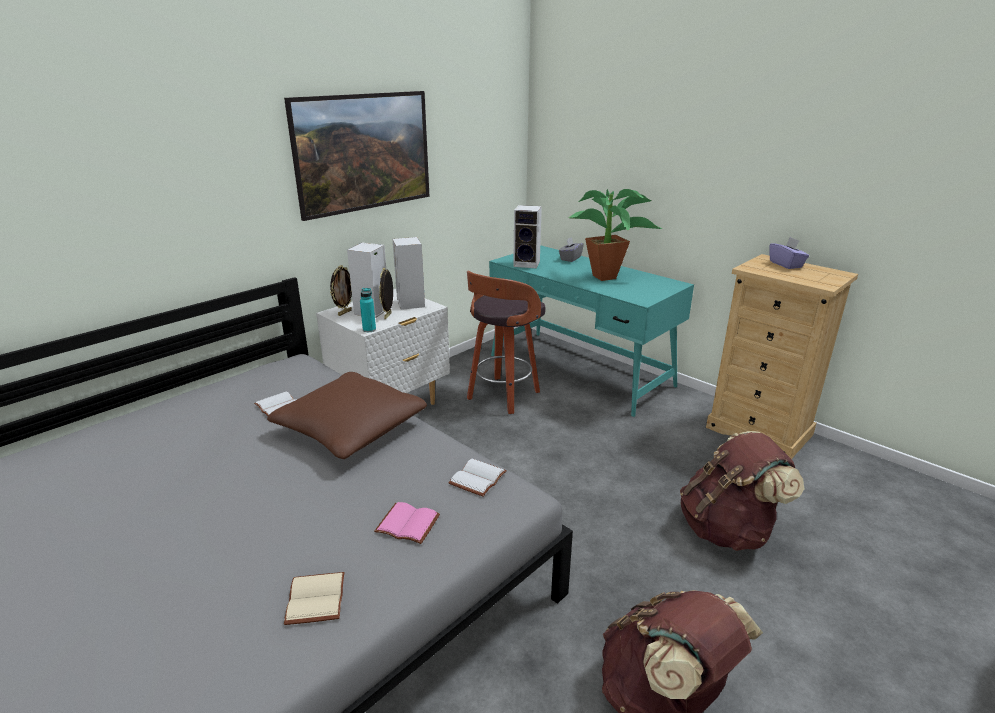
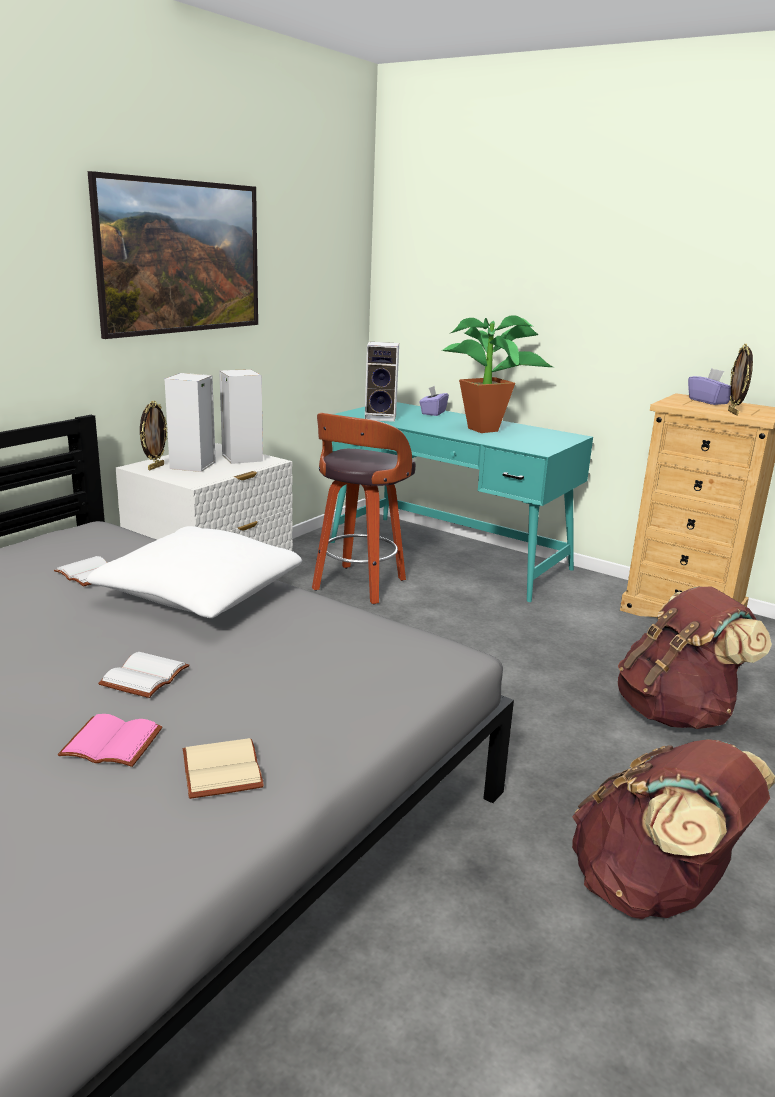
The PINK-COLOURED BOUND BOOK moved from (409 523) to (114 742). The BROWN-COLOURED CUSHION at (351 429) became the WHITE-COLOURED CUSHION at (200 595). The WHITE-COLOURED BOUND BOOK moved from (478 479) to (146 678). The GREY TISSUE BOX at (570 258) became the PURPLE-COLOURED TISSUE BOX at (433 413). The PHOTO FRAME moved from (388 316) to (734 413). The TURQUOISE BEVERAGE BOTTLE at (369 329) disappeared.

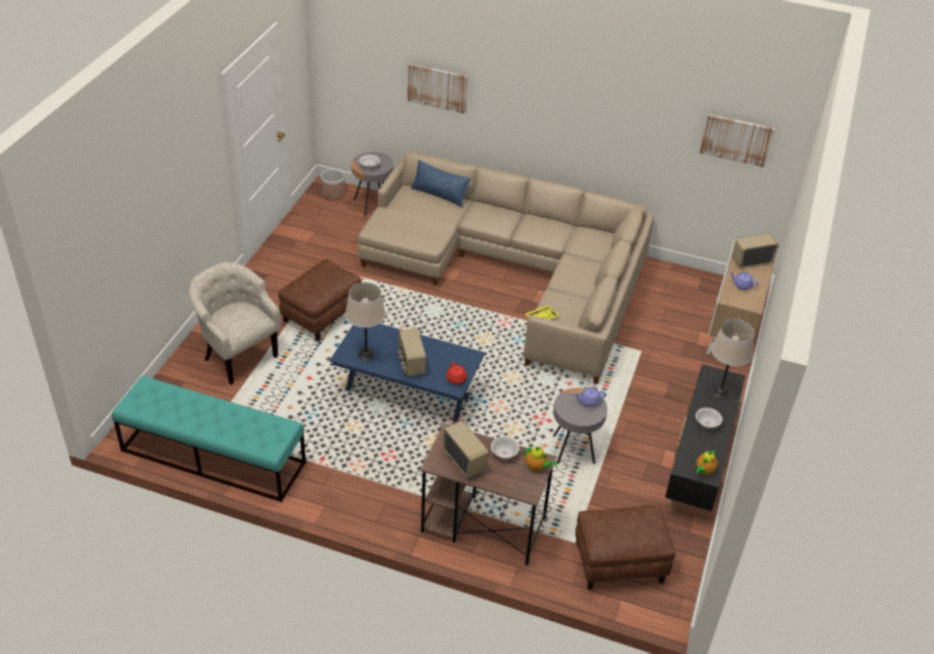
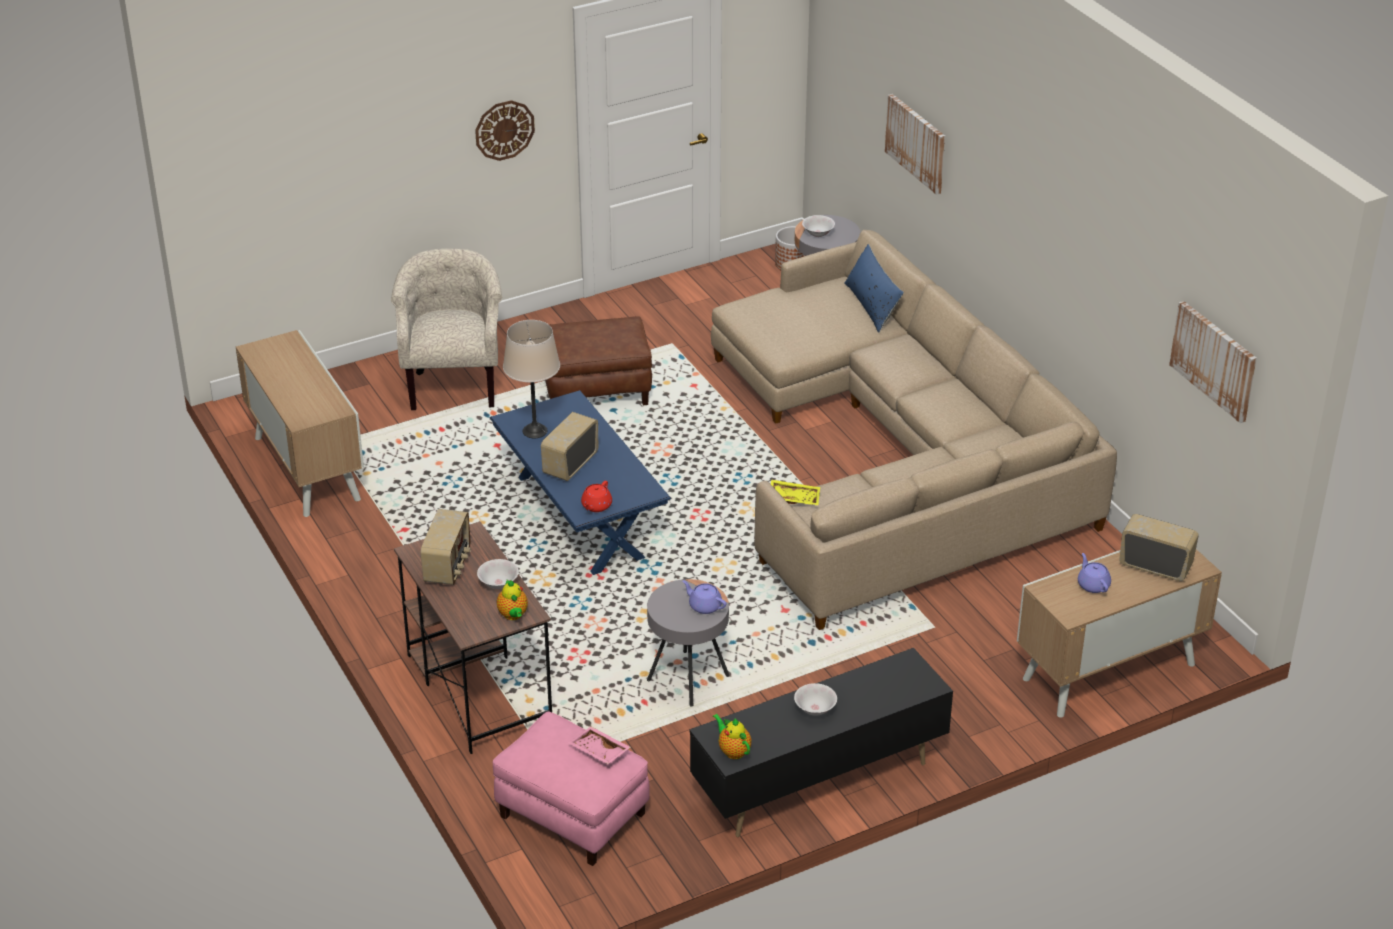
The TURQUOISE INDOOR BENCH at (213 456) was replaced by the STORAGE CABINET at (305 468). The CLOCK ON THE WALL at (504 130) appeared. The BROWN-COLOURED FOOTREST at (619 563) became the PINK-COLOURED FOOTREST at (571 815). The PINK-COLOURED TRAY at (598 752) appeared. The TEA POT at (704 471) turned 60 degrees clockwise. The BEIGE-COLOURED TABLE LAMP at (720 392) disappeared.

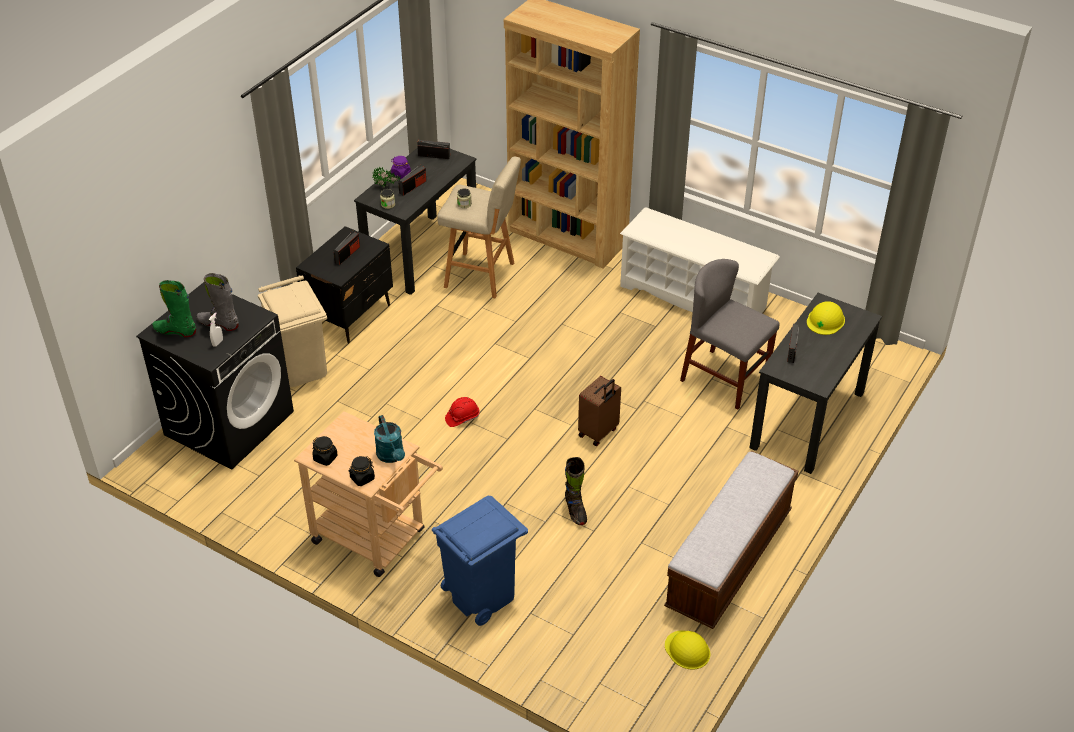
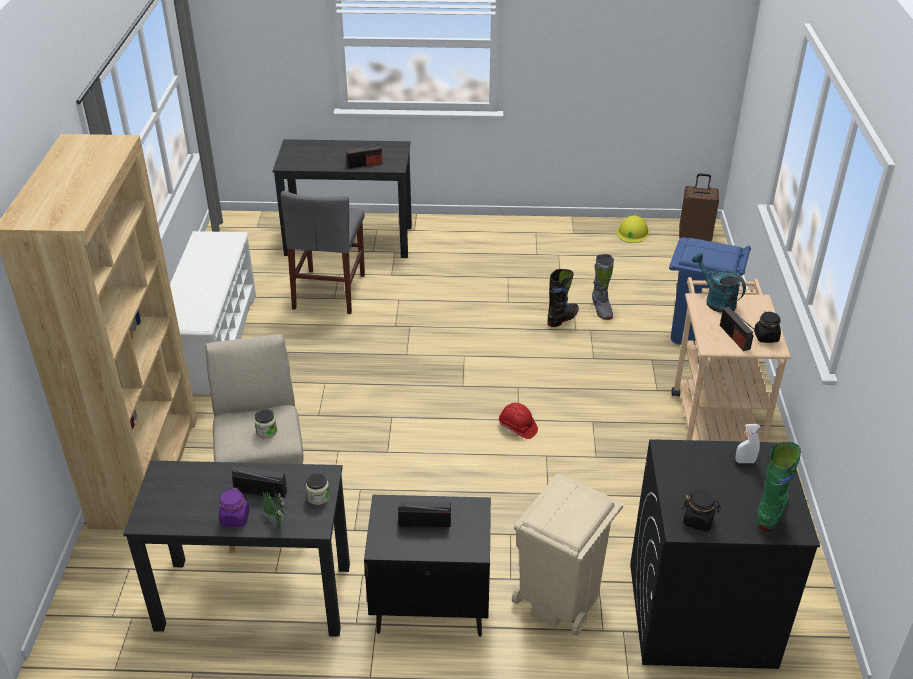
The GREY HIGH-TOP BOOT moved from (218 324) to (601 310). The BROWN-COLOURED SUITCASE moved from (599 433) to (695 238). The BLACK PRESERVE JAR moved from (362 478) to (698 521). The TURQUOISE SPRINKLING CAN at (392 456) turned 75 degrees counterclockwise. The RADIO SET moved from (434 156) to (734 337). The GREEN HIGH-TOP BOOT at (175 331) turned 135 degrees counterclockwise. The INDOOR BENCH at (728 560) disappeared. The YELLOW WORK HELMET at (825 320) disappeared.

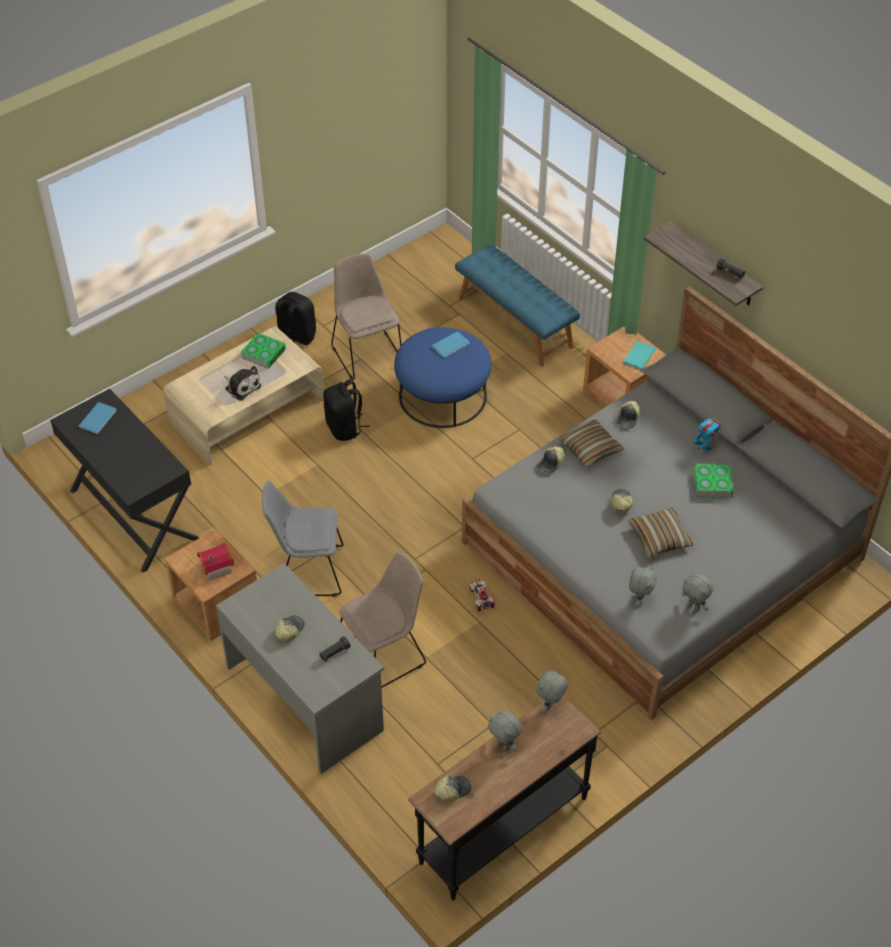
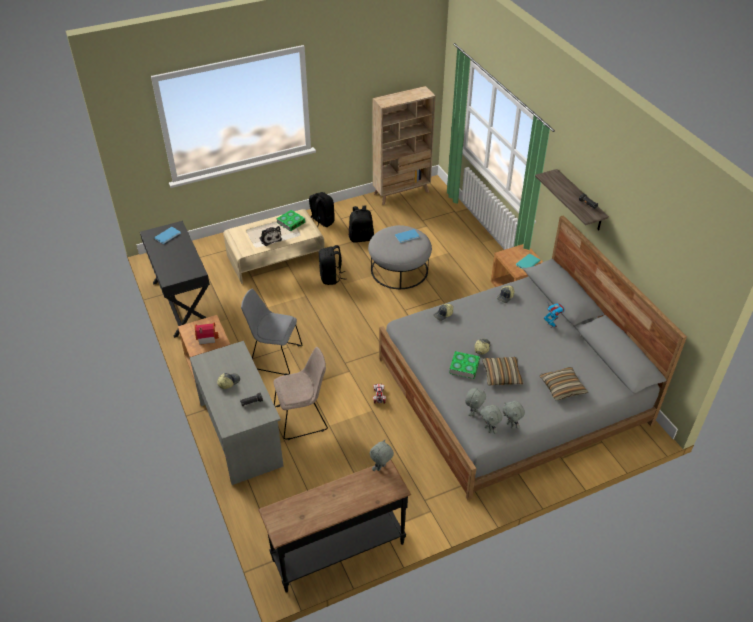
The BEIGE-COLOURED CHAIR at (367 353) was replaced by the BLACK BACKPACK at (361 238). The BLUE-COLOURED FOOTREST at (443 395) became the GREY FOOTREST at (399 270). The BEIGE-COLOURED SHELVING UNIT at (402 193) appeared. The BOUND BOOK moved from (712 483) to (464 367). The GREY CUDDLY TOY moved from (504 745) to (489 429). The CUSHION moved from (590 449) to (562 387). The BASEBALL CAP at (452 790) disappeared. The BLUE-COLOURED INDOOR BENCH at (515 322) disappeared.

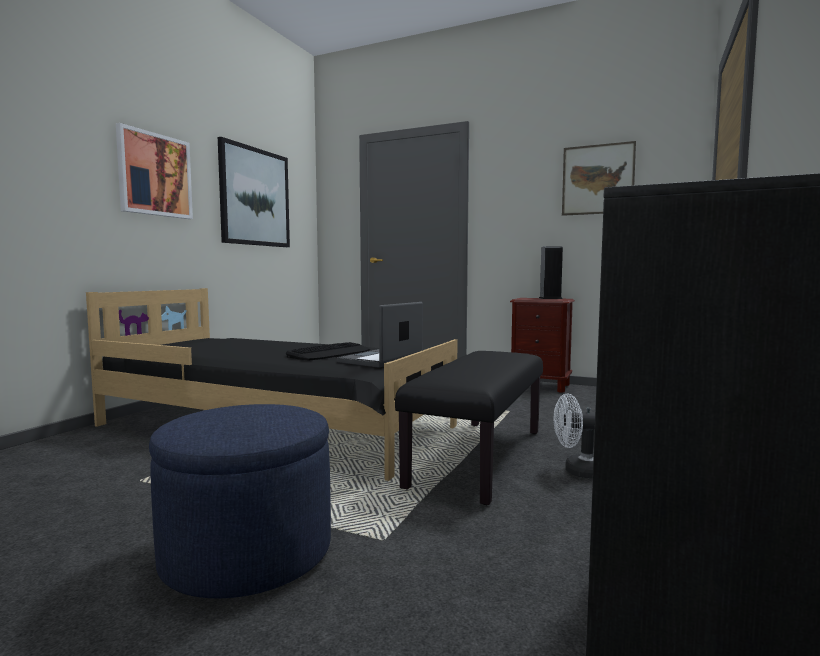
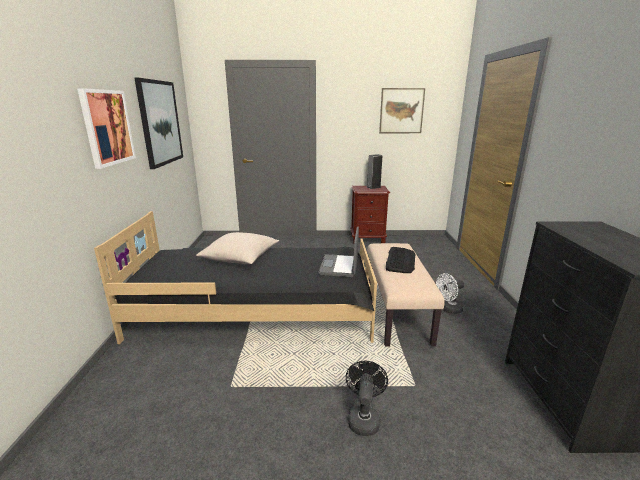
The BEIGE-COLOURED CUSHION at (240 258) appeared. The BLUE-COLOURED FOOTREST at (247 553) was replaced by the BLACK COOLING FAN at (364 418). The BLACK INDOOR BENCH at (478 456) became the BEIGE-COLOURED INDOOR BENCH at (395 310). The KEYBOARD moved from (329 353) to (400 260).

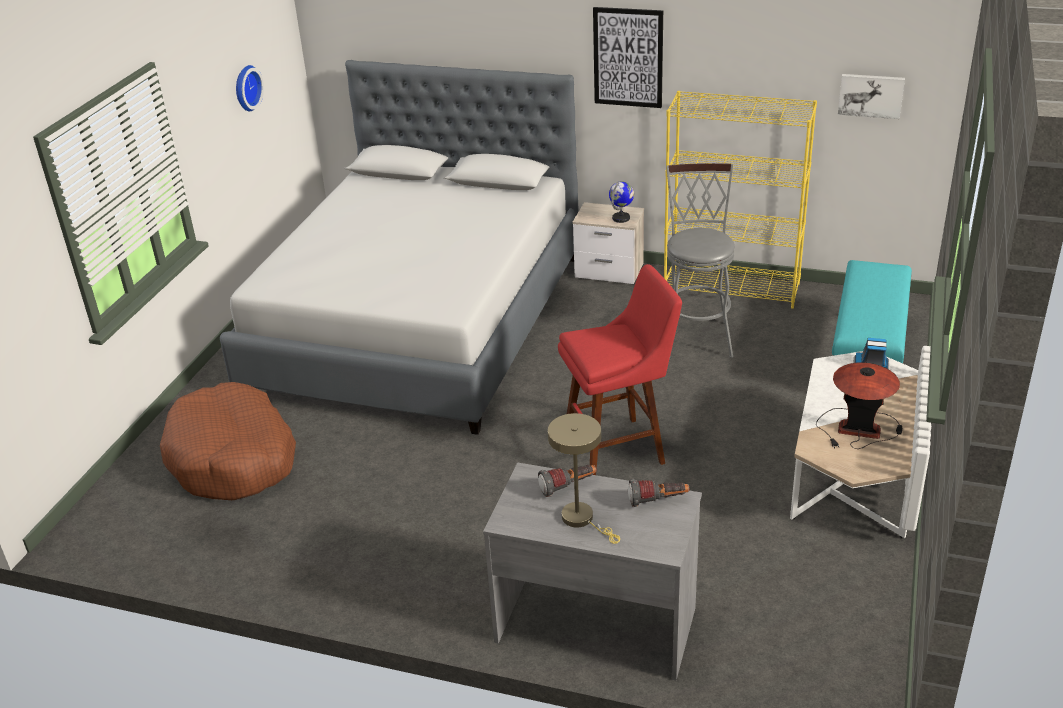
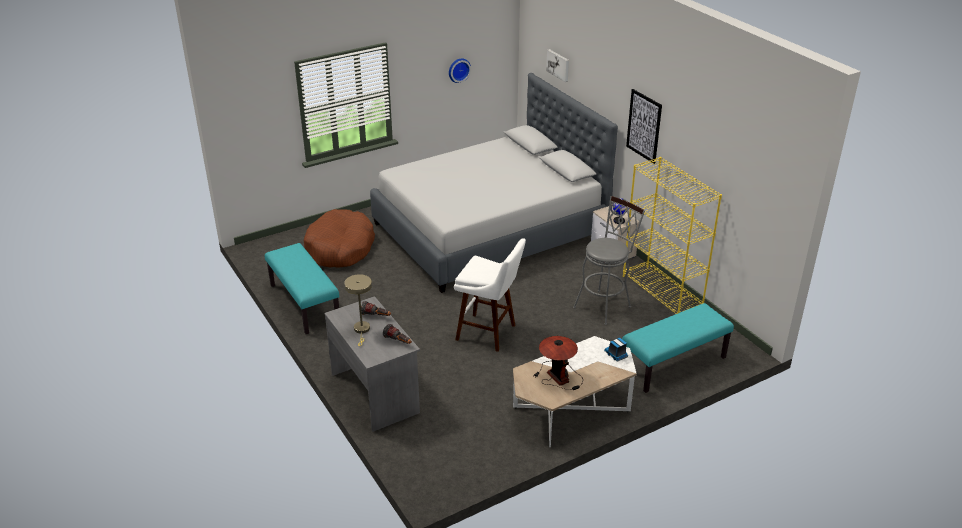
The TURQUOISE INDOOR BENCH at (303 304) appeared. The RED-COLOURED STOOL SEAT at (620 448) became the WHITE-COLOURED STOOL SEAT at (489 333). The WALL PICTURE moved from (871 95) to (558 65).

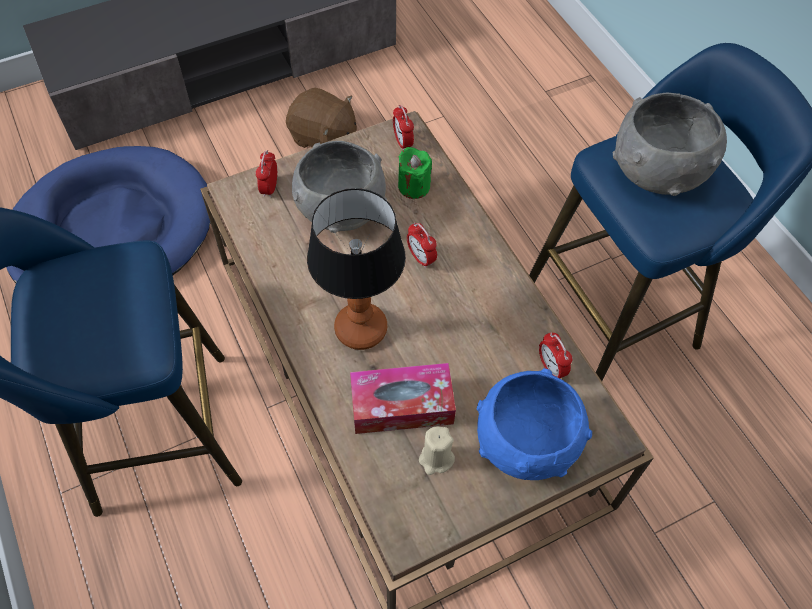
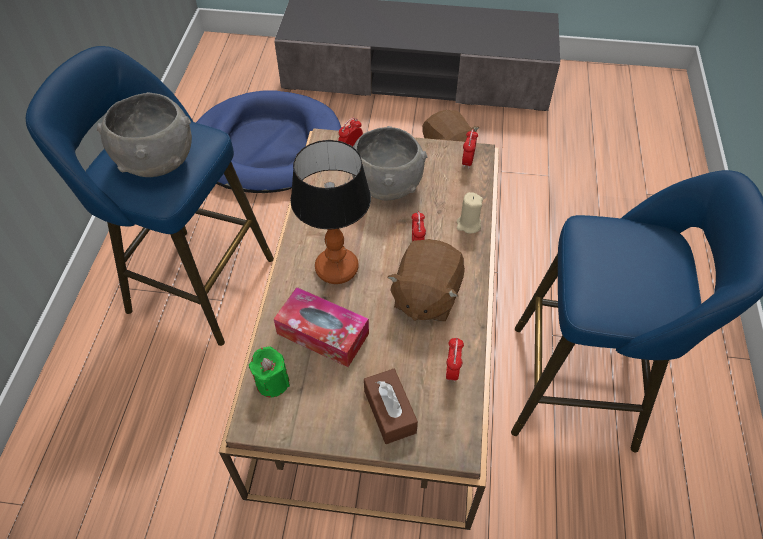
The GREY BOWL moved from (657 172) to (156 161). The GREEN WAX CANDLE moved from (414 186) to (272 382). The BLUE-COLOURED BOWL at (526 443) was replaced by the BROWN-COLOURED TISSUE BOX at (389 411). The BROWN-COLOURED CUDDLY TOY at (425 296) appeared. The BEIGE-COLOURED WAX CANDLE moved from (436 459) to (468 225).

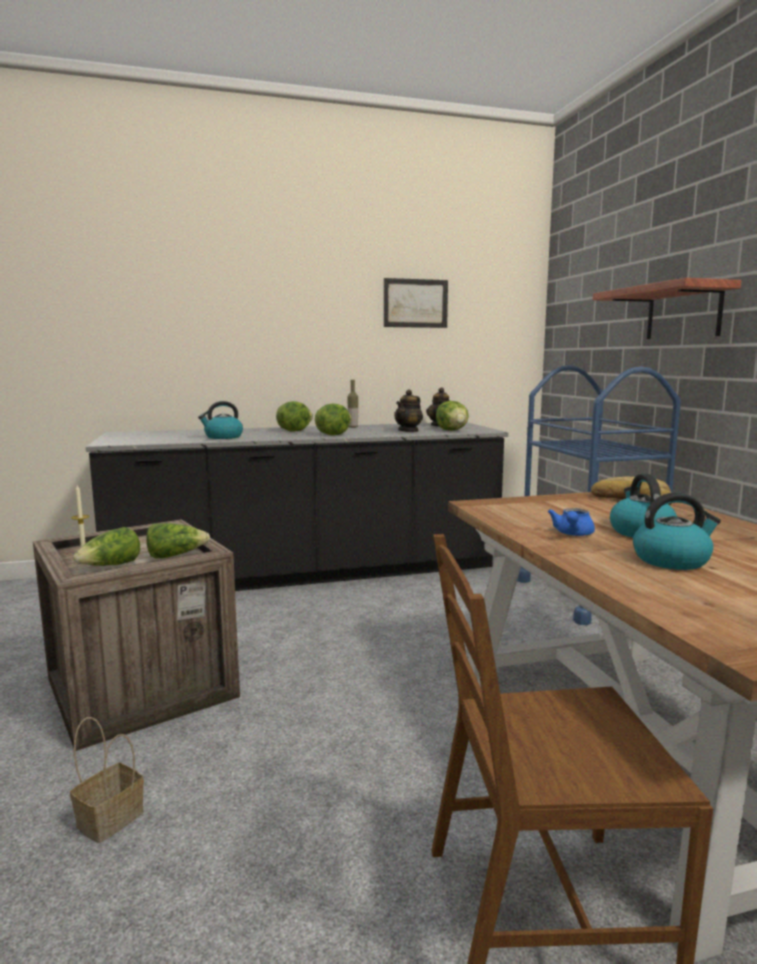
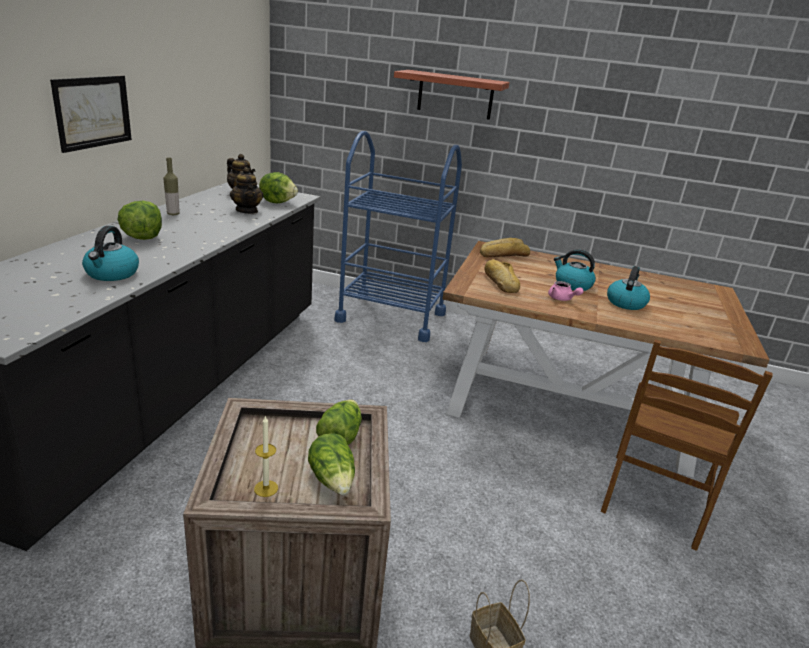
The WALL PICTURE moved from (415 303) to (93 112). The BREAD at (500 282) appeared. The BLUE-COLOURED TEA POT at (572 534) became the PINK-COLOURED TEA POT at (562 299). The HEAD OF LETTUCE at (333 435) disappeared.

